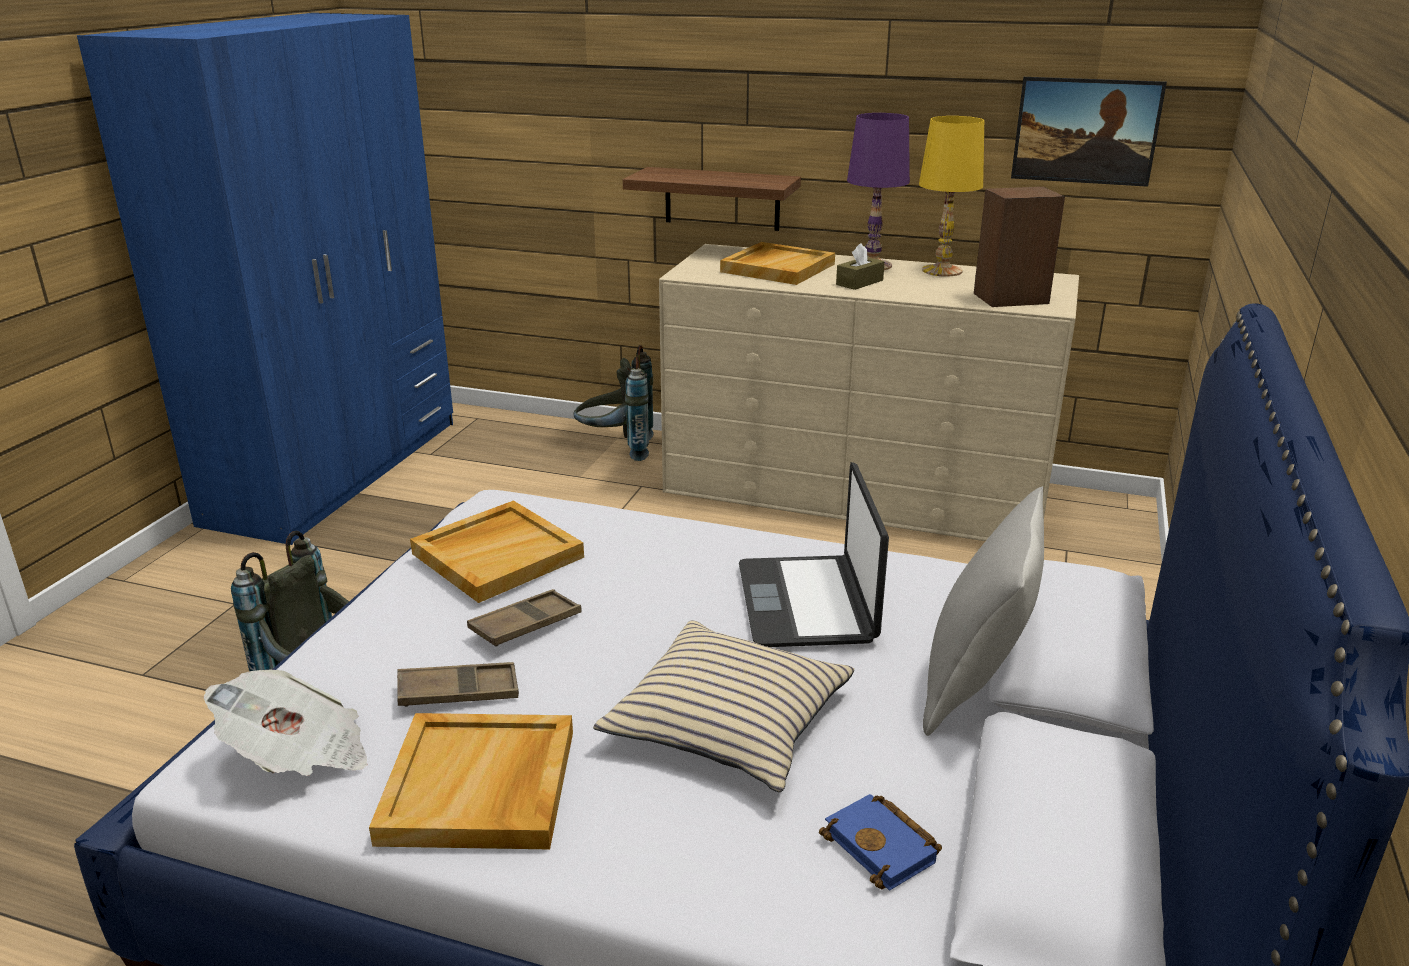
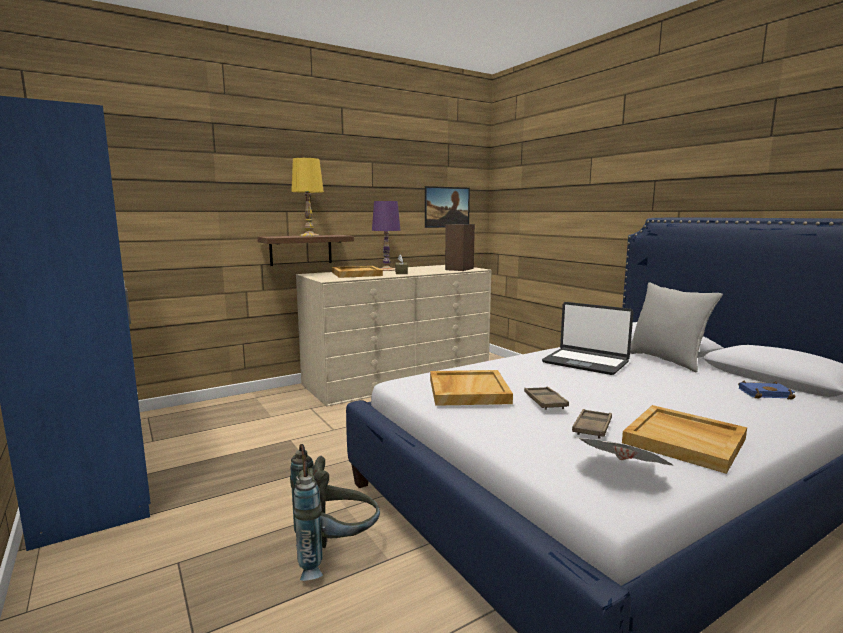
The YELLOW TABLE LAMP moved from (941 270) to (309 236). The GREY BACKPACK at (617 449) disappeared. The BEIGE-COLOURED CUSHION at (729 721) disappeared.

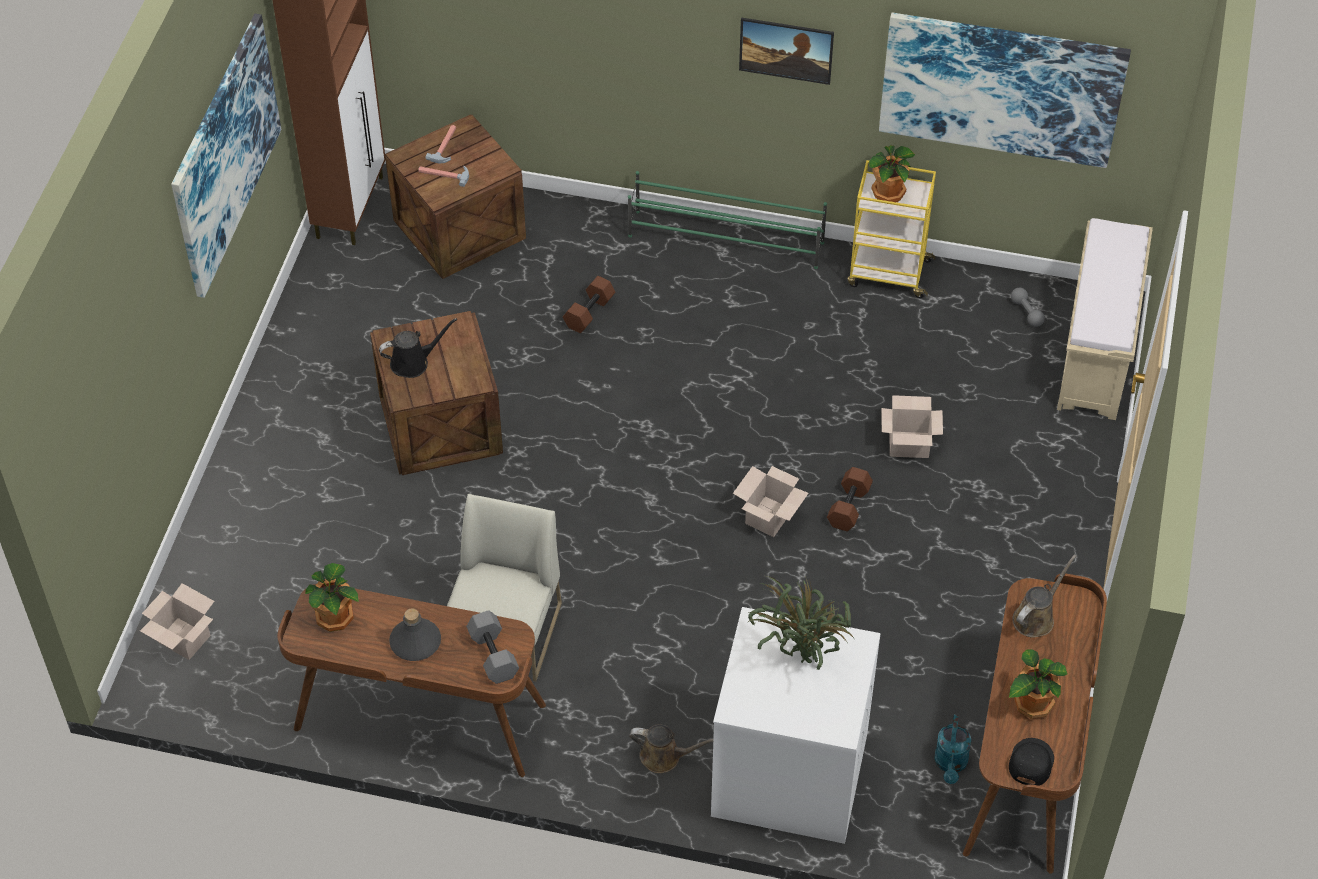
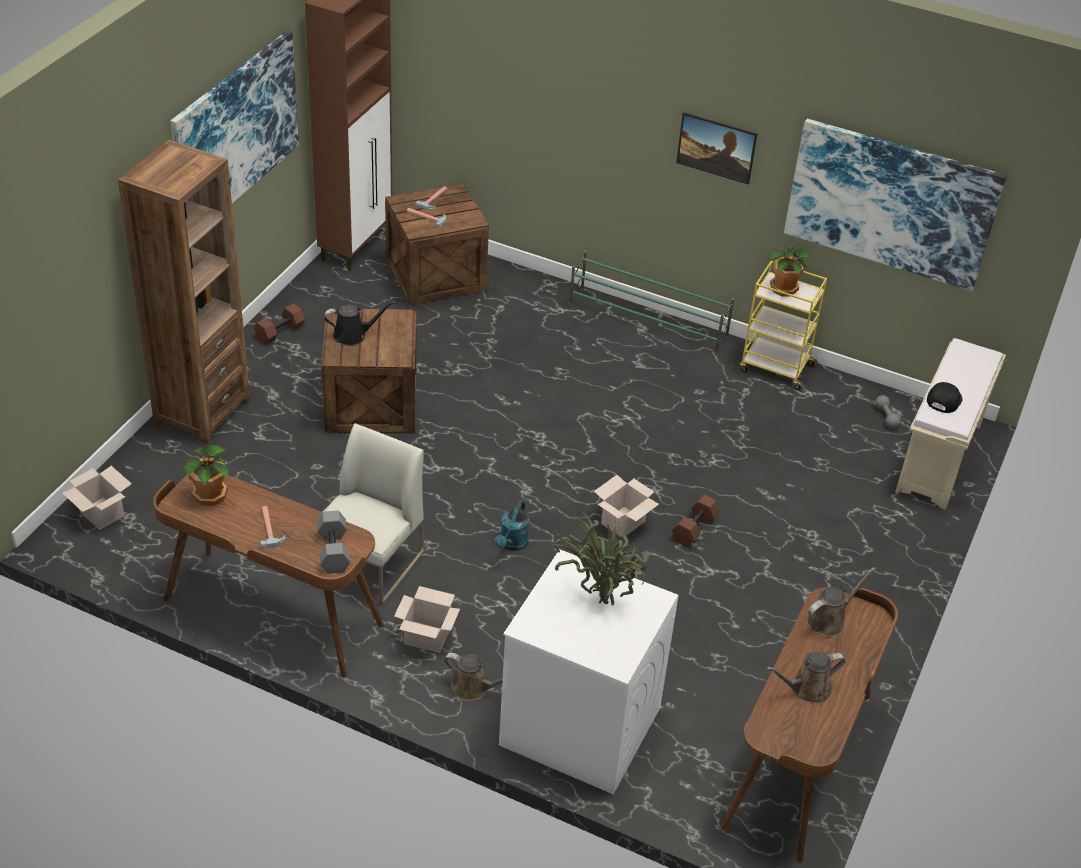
The BROWN-COLOURED SHELVING UNIT at (202 412) appeared. The BROWN-COLOURED DUMBBELL moved from (589 312) to (280 331). The GREY BEVERAGE BOTTLE at (415 642) was replaced by the HAMMER at (270 528). The CARTON moved from (910 444) to (428 636). The TURQUOISE SPRINKLING CAN moved from (951 764) to (512 544). The POTTED PLANT at (1031 703) was replaced by the BROWN-COLOURED SPRINKLING CAN at (807 689). The BLACK BASEBALL CAP moved from (1030 762) to (943 399).

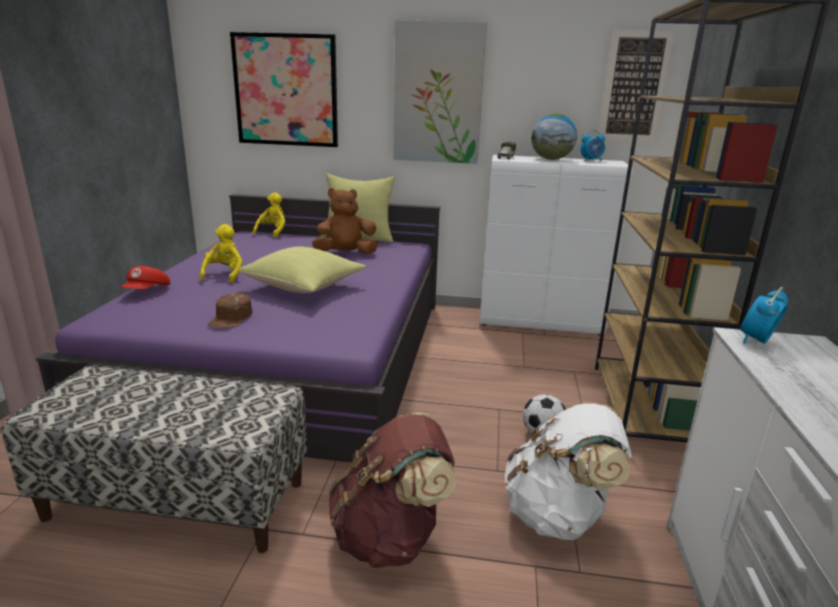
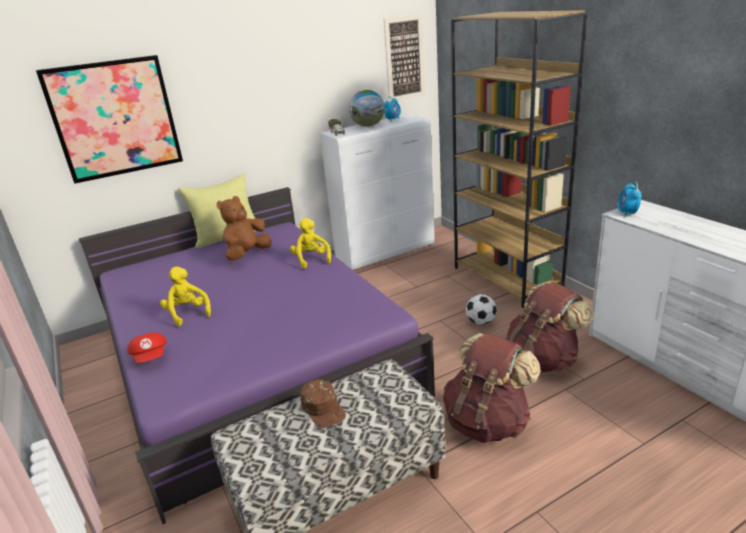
The YELLOW CUDDLY TOY moved from (273 232) to (311 259). The BROWN-COLOURED BASEBALL CAP moved from (231 318) to (323 408). The WHITE-COLOURED BACKPACK at (558 515) became the BROWN-COLOURED BACKPACK at (543 359). The YELLOW CUSHION at (305 287) disappeared. The WALL PICTURE at (438 94) disappeared.

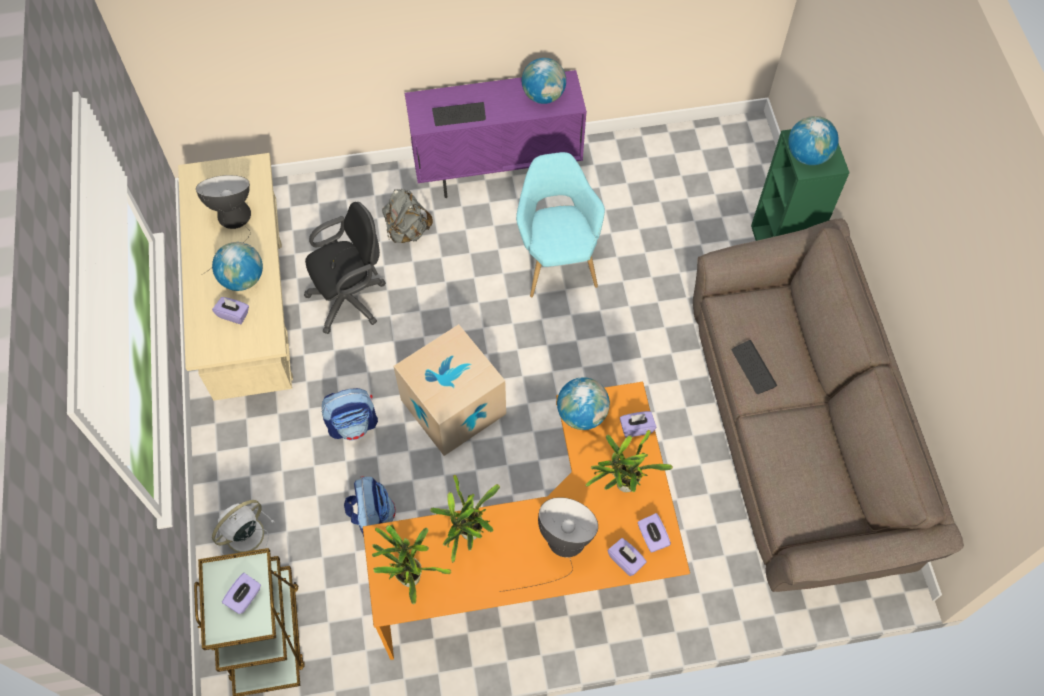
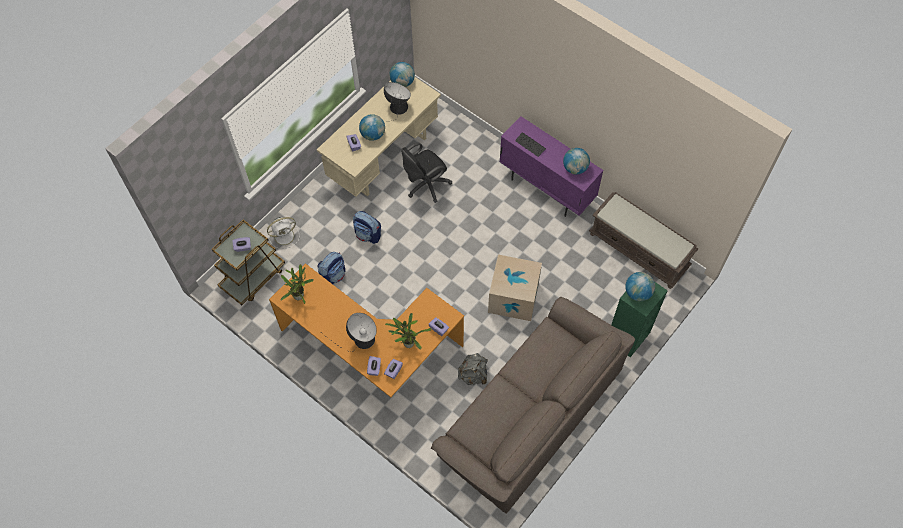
The WHITE-COLOURED COOLING FAN at (243 535) turned 150 degrees clockwise. The DESK GLOBE moved from (582 414) to (402 82). The BLACK OFFICE CHAIR at (351 298) turned 120 degrees clockwise. The GREY BACKPACK moved from (407 230) to (473 374). The CARTON moved from (453 407) to (513 297). The BROWN-COLOURED INDOOR BENCH at (639 250) appeared. The POTTED PLANT at (468 534) disappeared. The TURQUOISE LOUNGE CHAIR at (557 260) disappeared. The KEYBOARD at (753 368) disappeared.

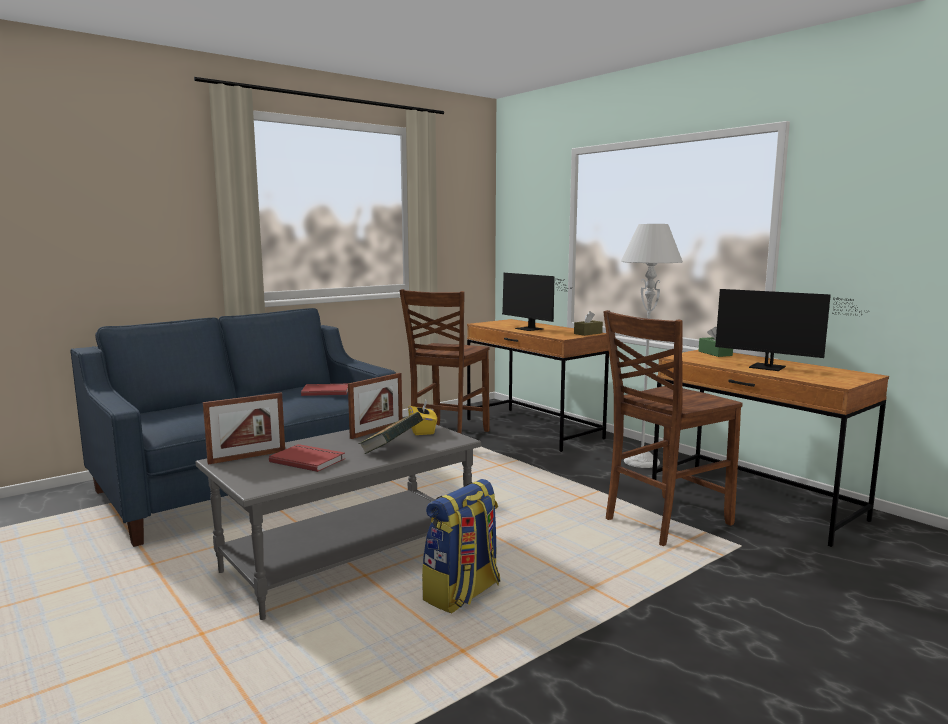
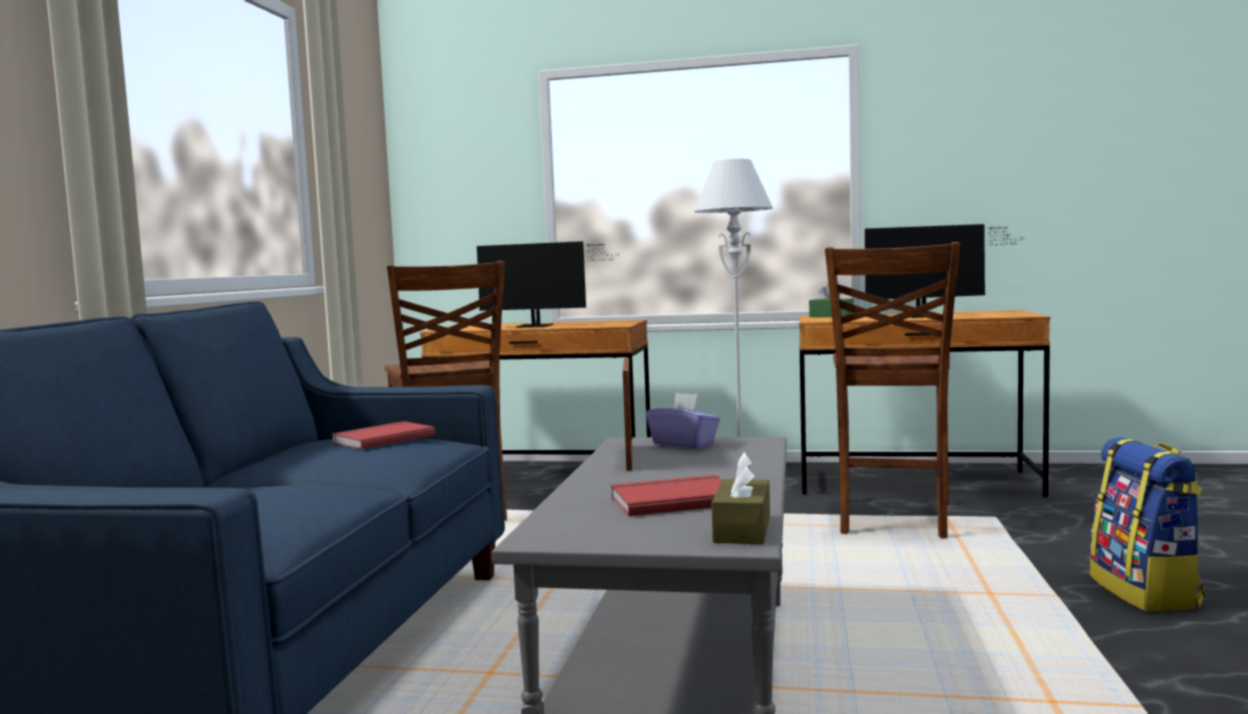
The YELLOW TISSUE BOX at (422 430) became the PURPLE-COLOURED TISSUE BOX at (684 444). The BROWN-COLOURED TISSUE BOX moved from (588 333) to (742 529). The BACKPACK moved from (462 593) to (1146 592). The PHOTO FRAME at (247 457) disappeared. The BOUND BOOK at (391 450) disappeared.

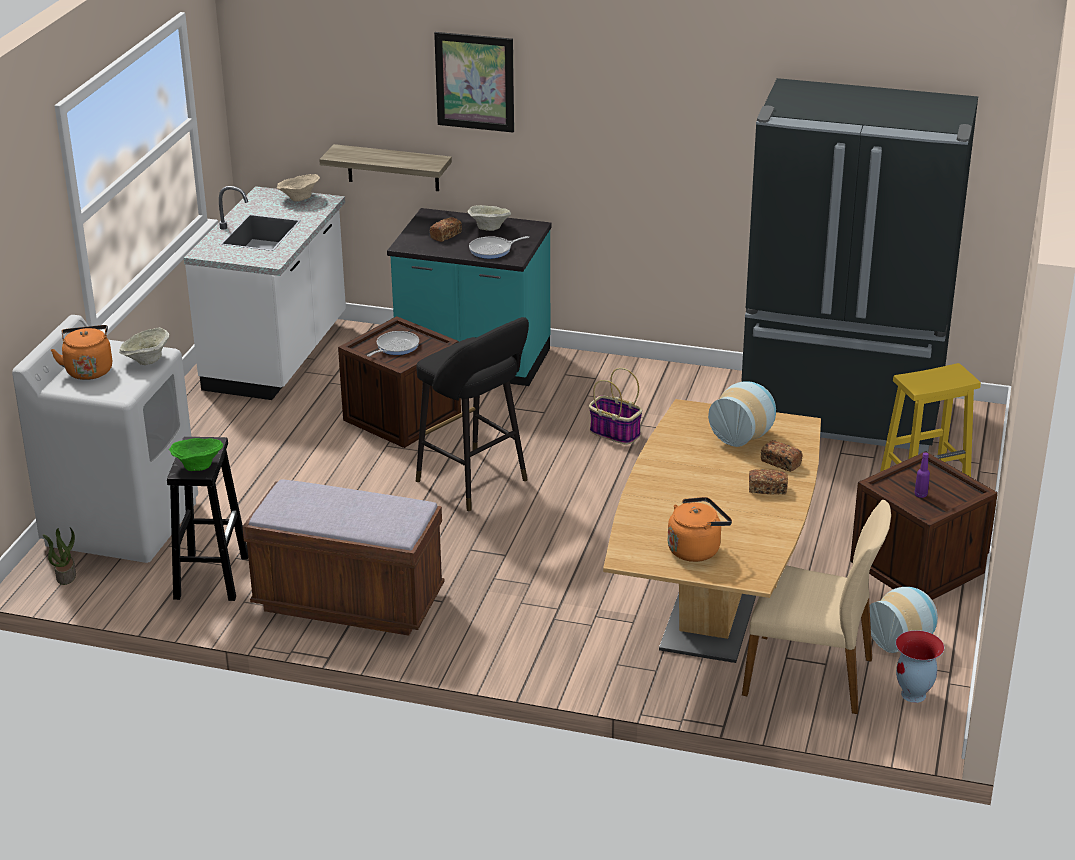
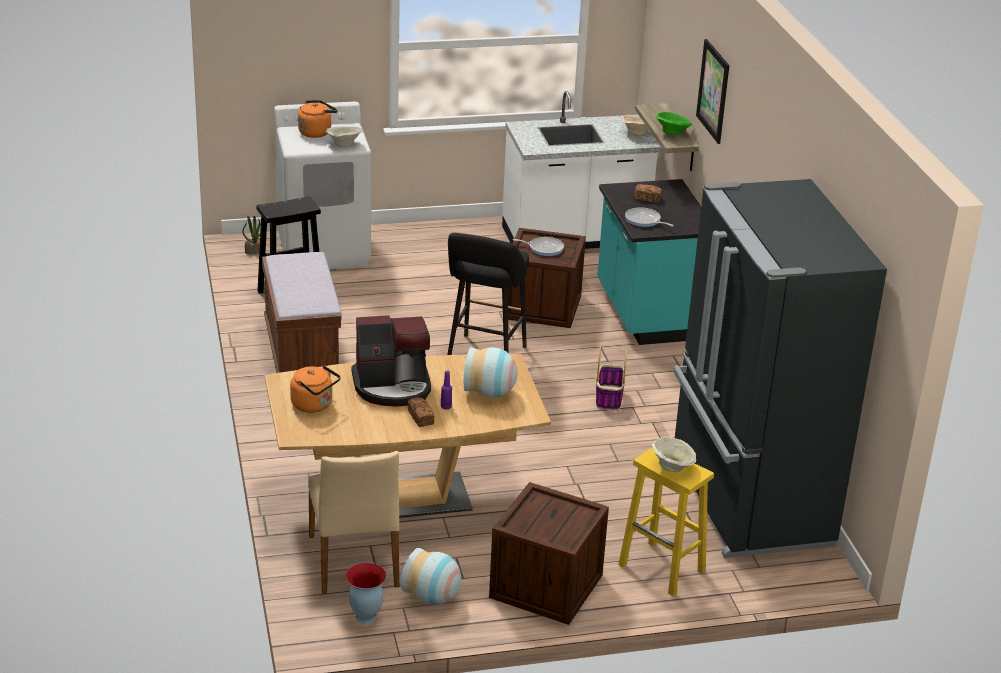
The COFFEE BREWER at (393 386) appeared. The PURPLE-COLOURED BEVERAGE BOTTLE moved from (920 495) to (446 407). The BEIGE-COLOURED BOWL moved from (489 228) to (672 467). The GREEN BOWL moved from (197 466) to (672 133). The BREAD at (780 463) disappeared.

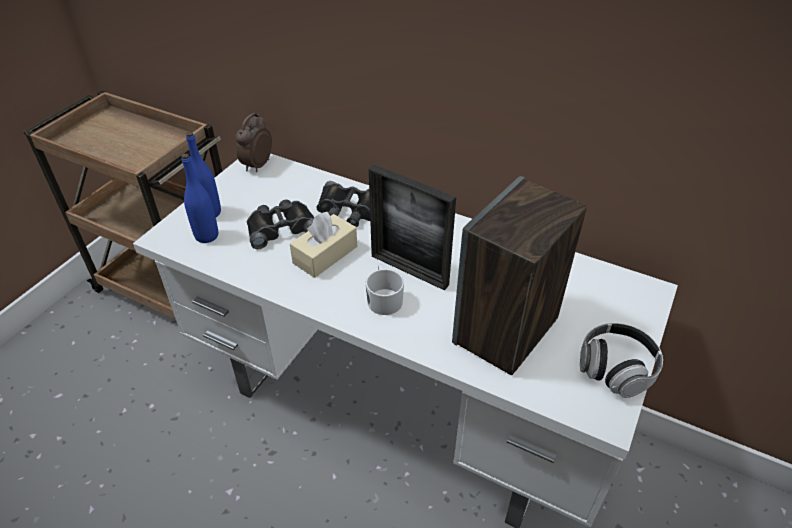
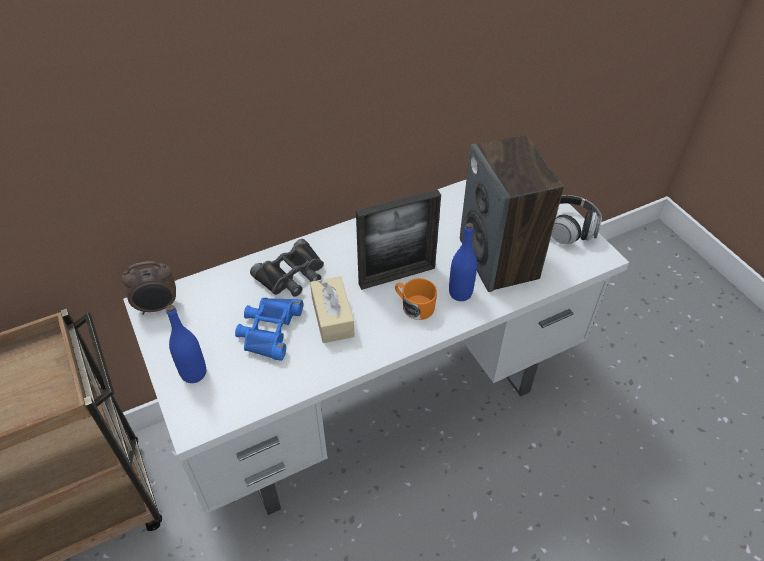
The BEDSIDE CLOCK at (256 165) turned 75 degrees counterclockwise. The BLACK FIELD GLASSES at (281 227) became the BLUE-COLOURED FIELD GLASSES at (269 330). The WHITE-COLOURED COFFEE MUG at (384 298) became the ORANGE COFFEE MUG at (414 306). The BLUE-COLOURED BEVERAGE BOTTLE moved from (206 236) to (460 293).

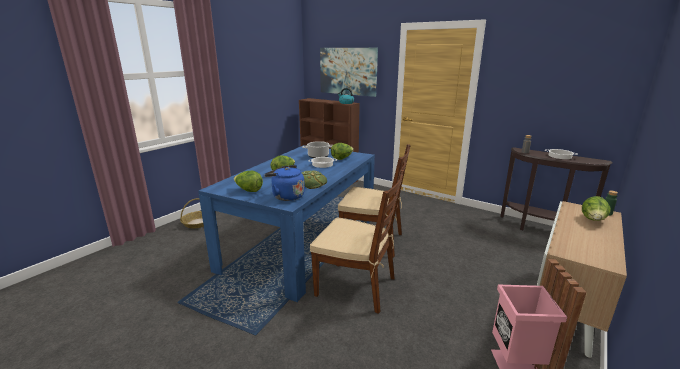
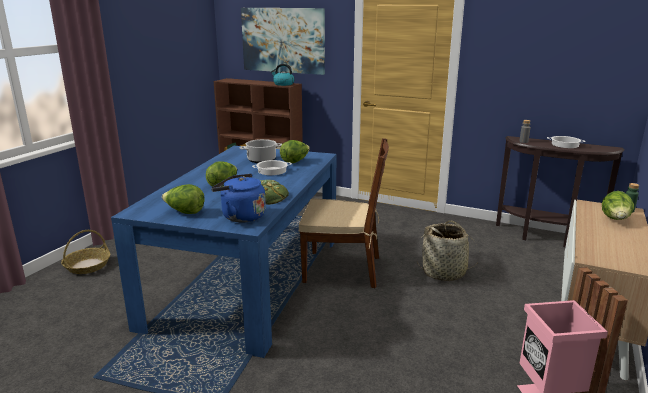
The HOUSEHOLD BASKET at (444 272) appeared. The BROWN-COLOURED CHAIR at (356 286) disappeared.

